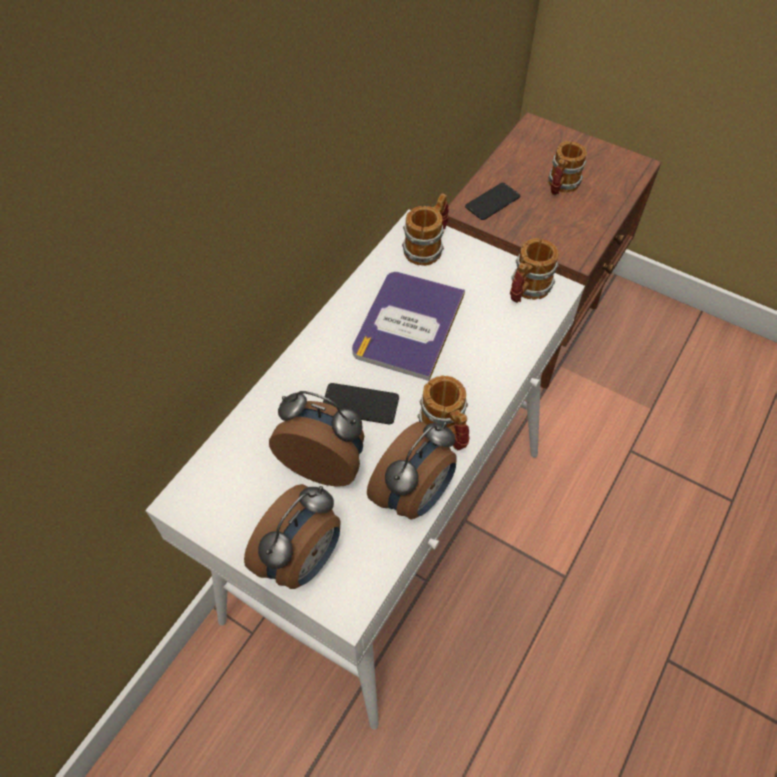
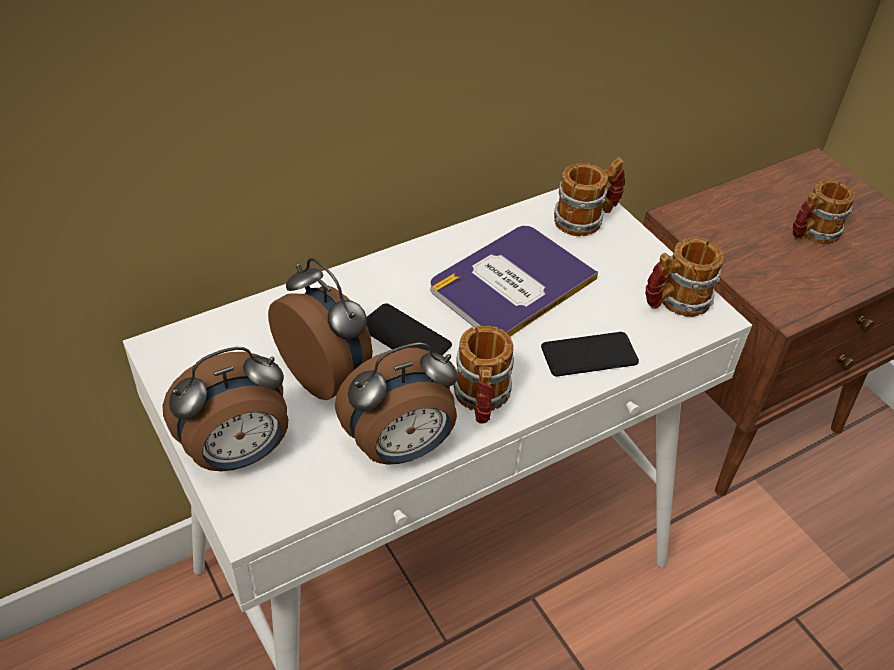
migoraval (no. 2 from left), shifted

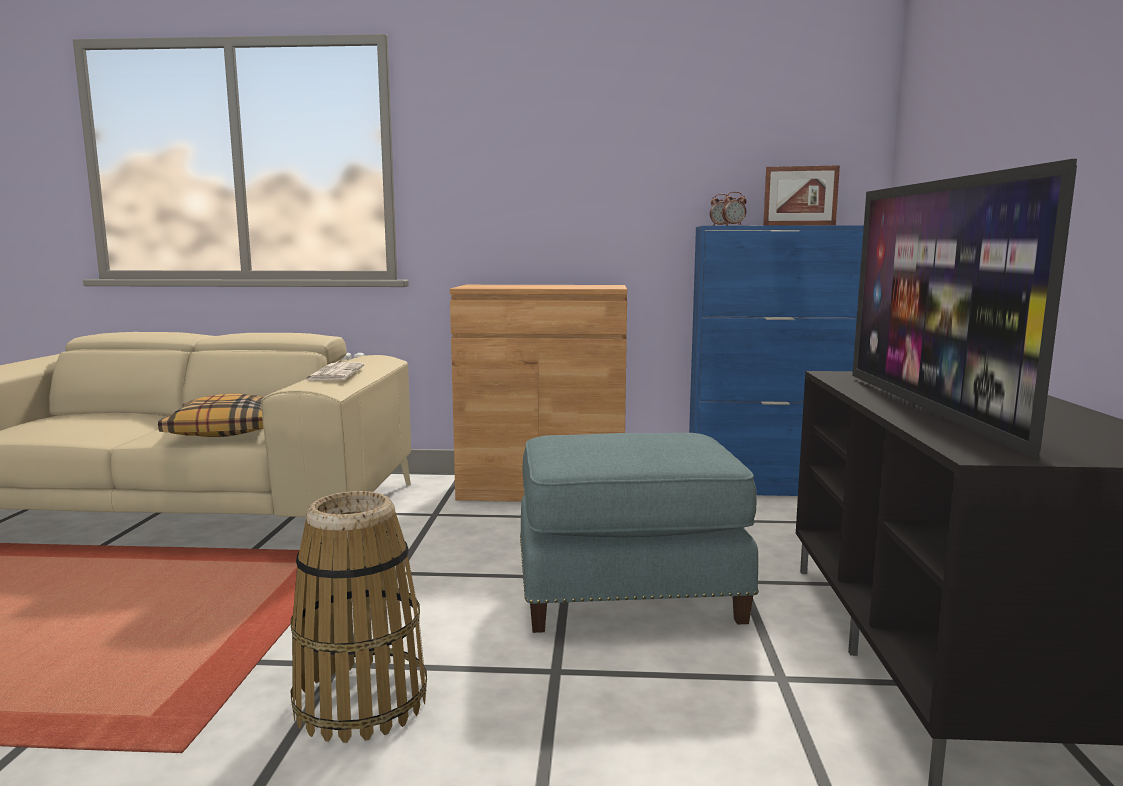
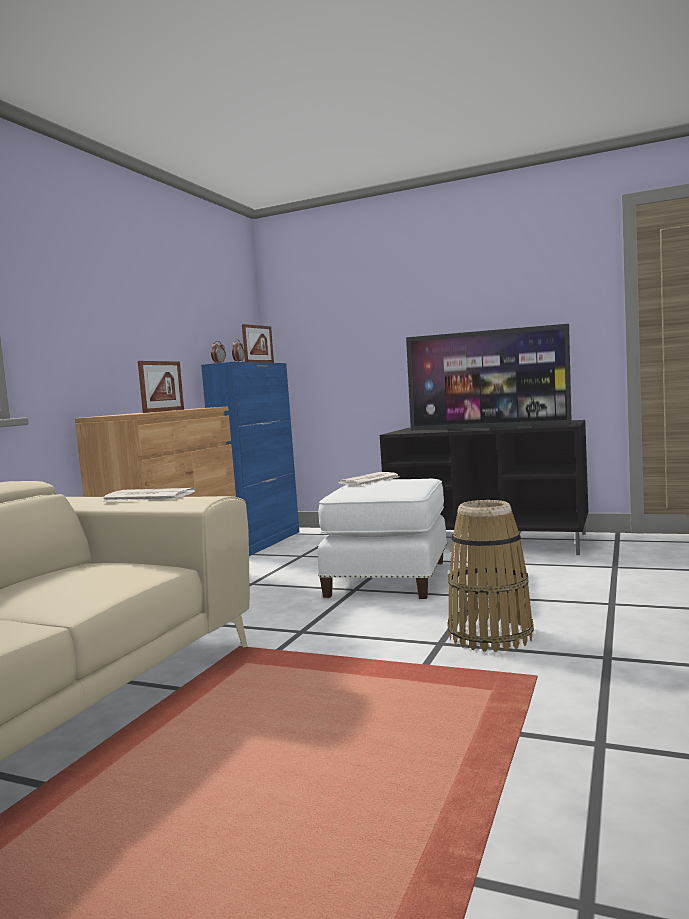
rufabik => nothing
nothing => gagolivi (no. 1 from left)
nothing => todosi (no. 2 from left)
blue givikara => white givikara

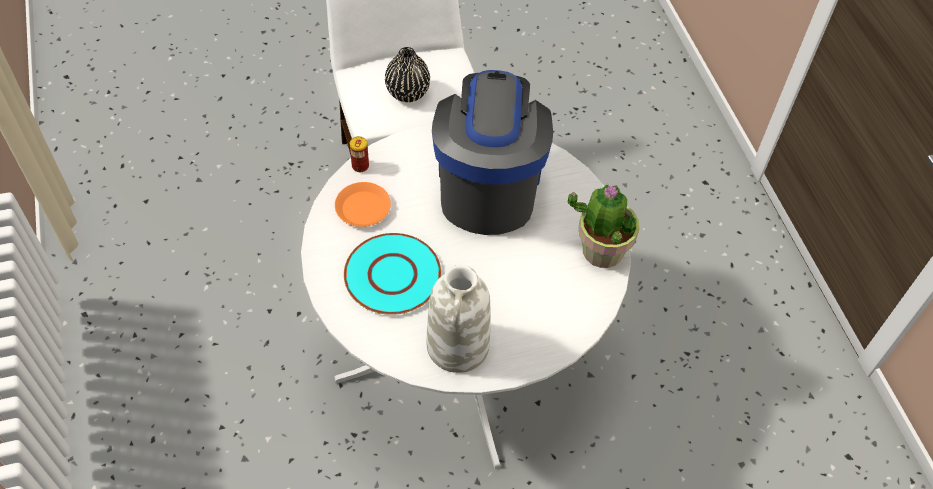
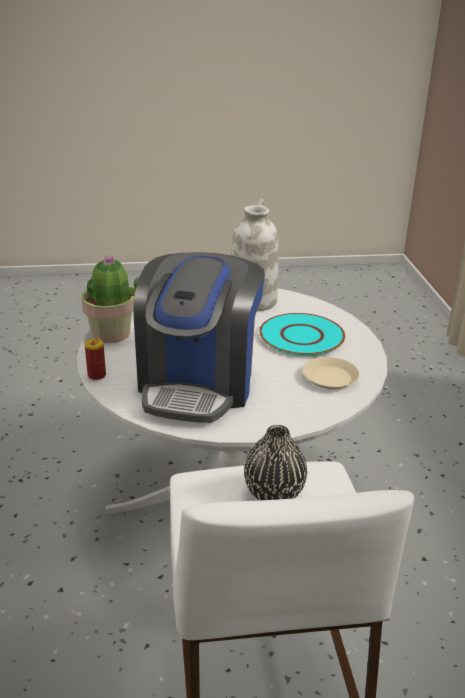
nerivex, shifted
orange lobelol => beige lobelol

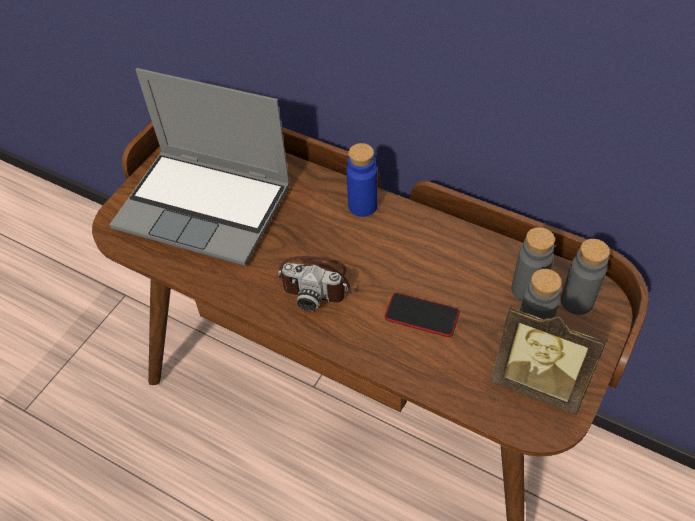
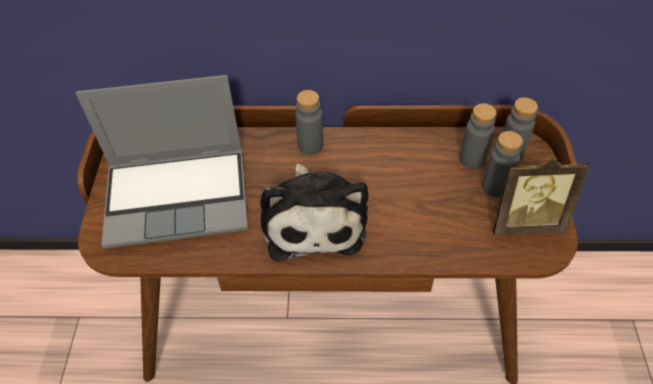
migoraval => nothing
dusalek => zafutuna
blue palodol => grey palodol (no. 1 from left)

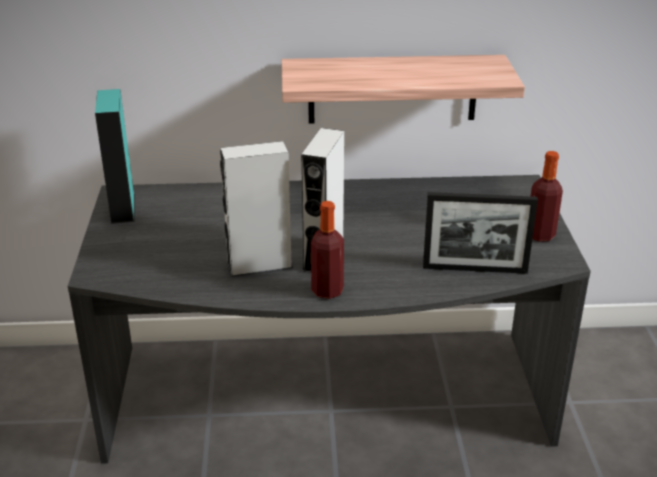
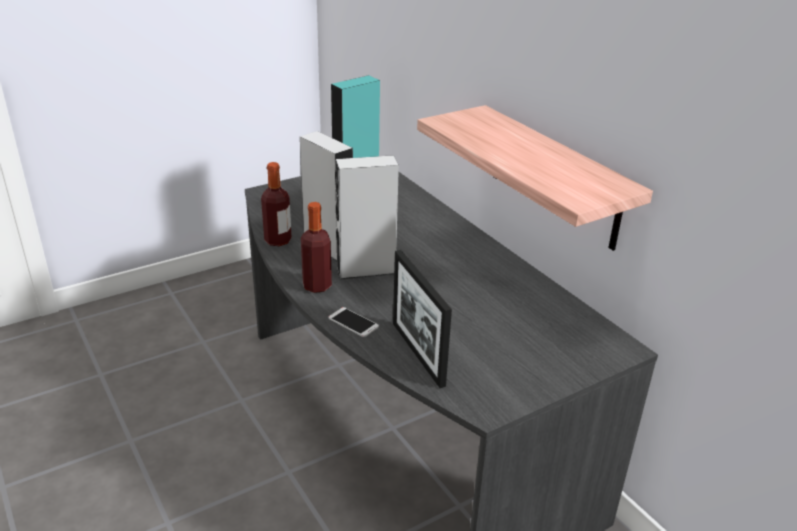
nothing => migoraval
palodol (no. 2 from left in the first image) => palodol (no. 1 from left), shifted

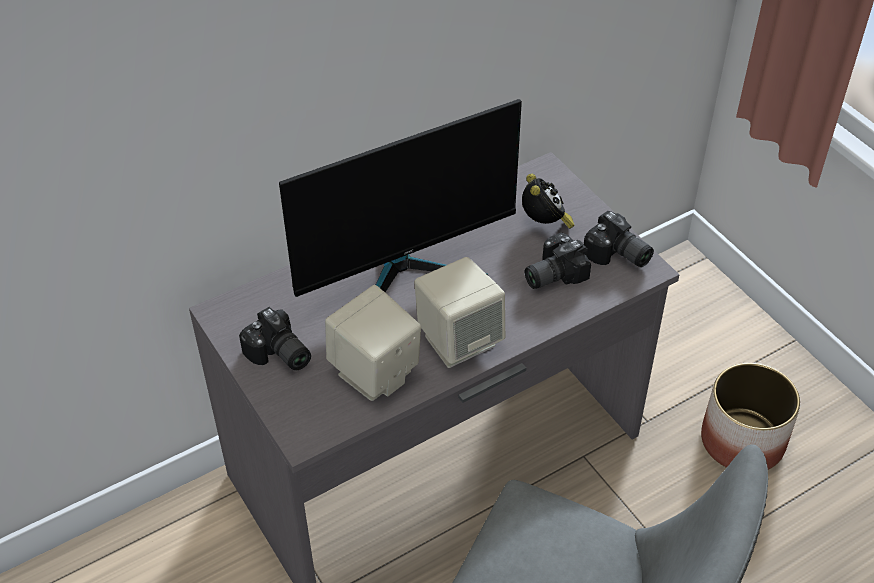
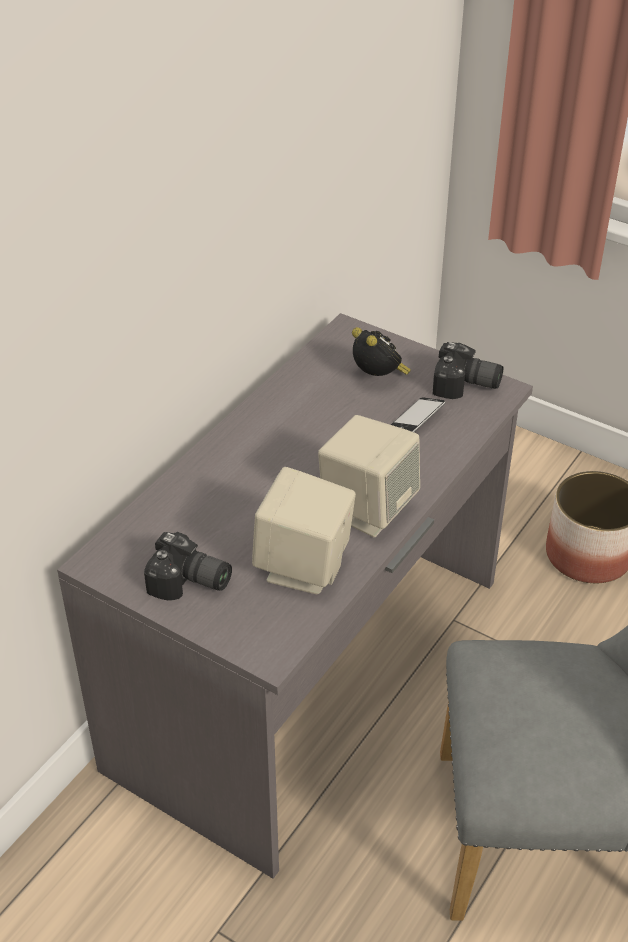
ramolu => nothing
dusalek (no. 2 from left) => migoraval

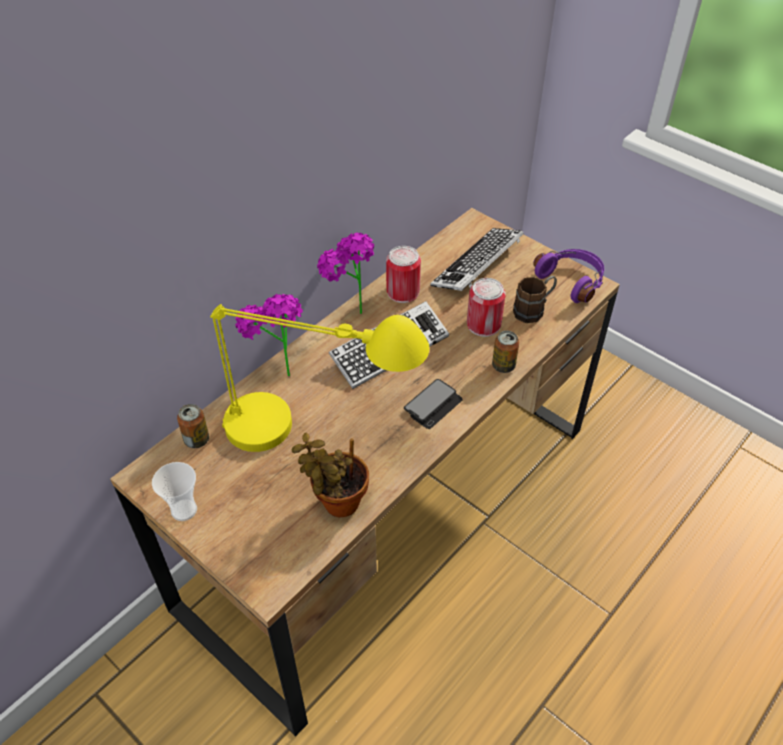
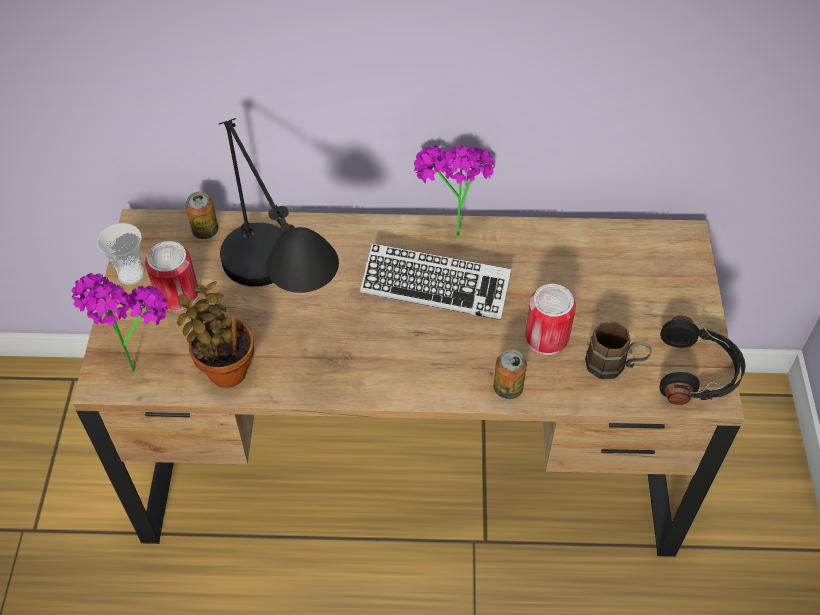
migoraval => nothing
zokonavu (no. 2 from left) => nothing
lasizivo (no. 1 from left), shifted
nerivex (no. 2 from left in the first image) => nerivex (no. 1 from left), shifted
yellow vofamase => black vofamase
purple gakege => black gakege

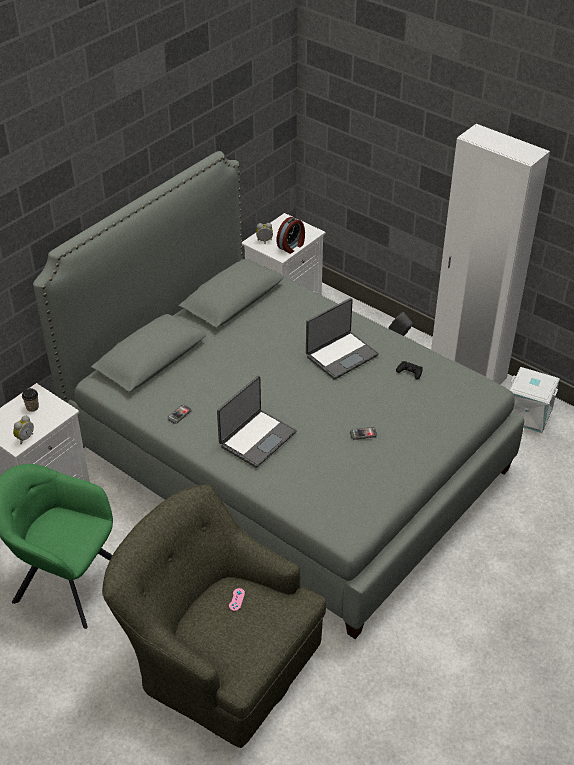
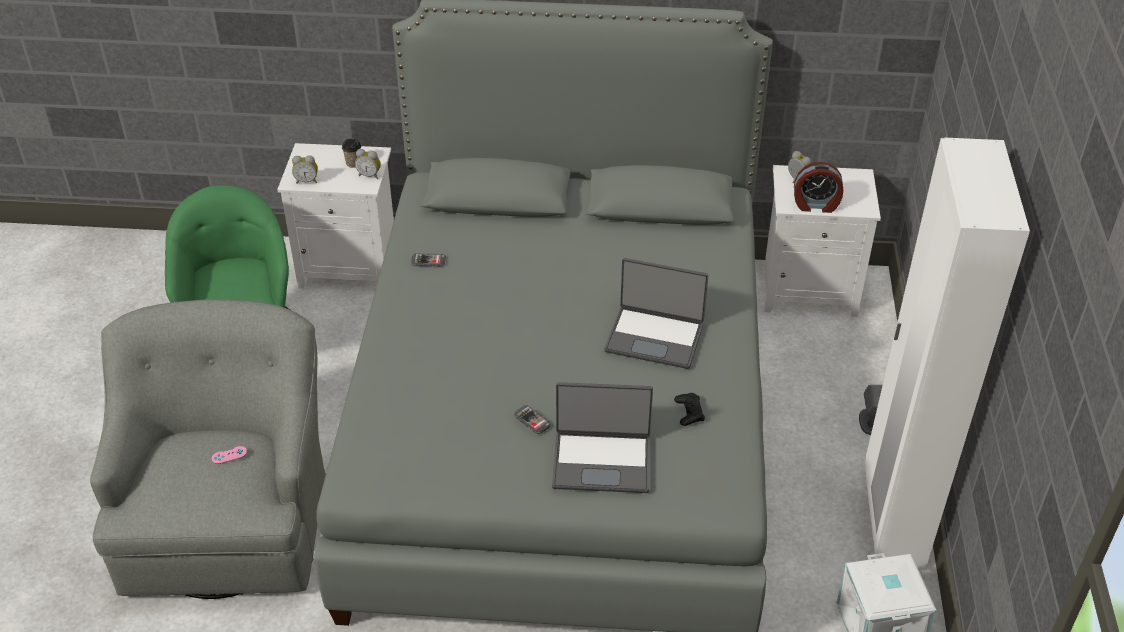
nothing => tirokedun (no. 2 from left)
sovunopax (no. 1 from left), shifted
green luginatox (no. 2 from left) => grey luginatox

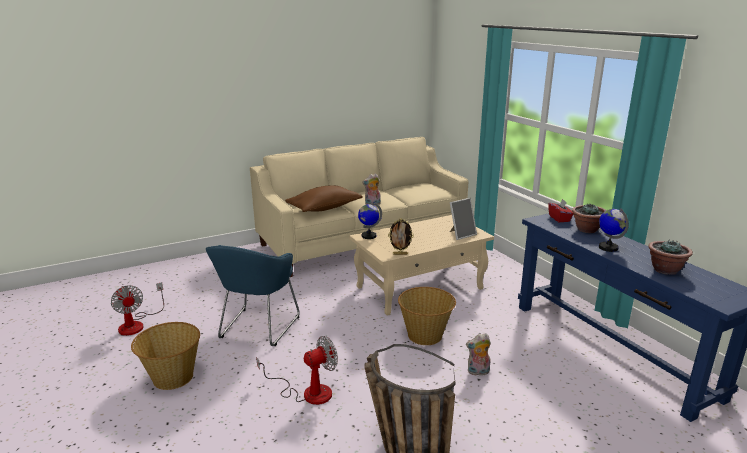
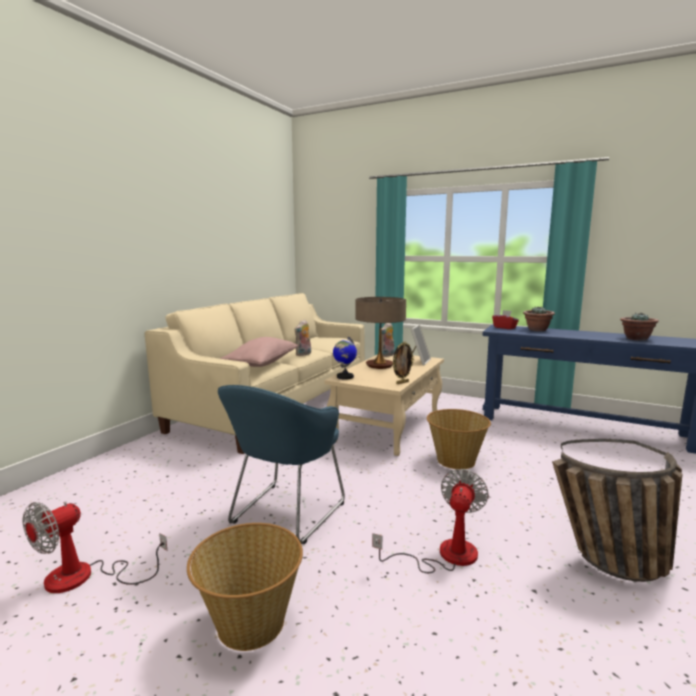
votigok (no. 2 from left) => nothing
nothing => vofamase
zafutuna (no. 2 from left), shifted
brown rufabik => pink rufabik
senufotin (no. 1 from left), 105 degrees clockwise
blue luginatox, 45 degrees clockwise

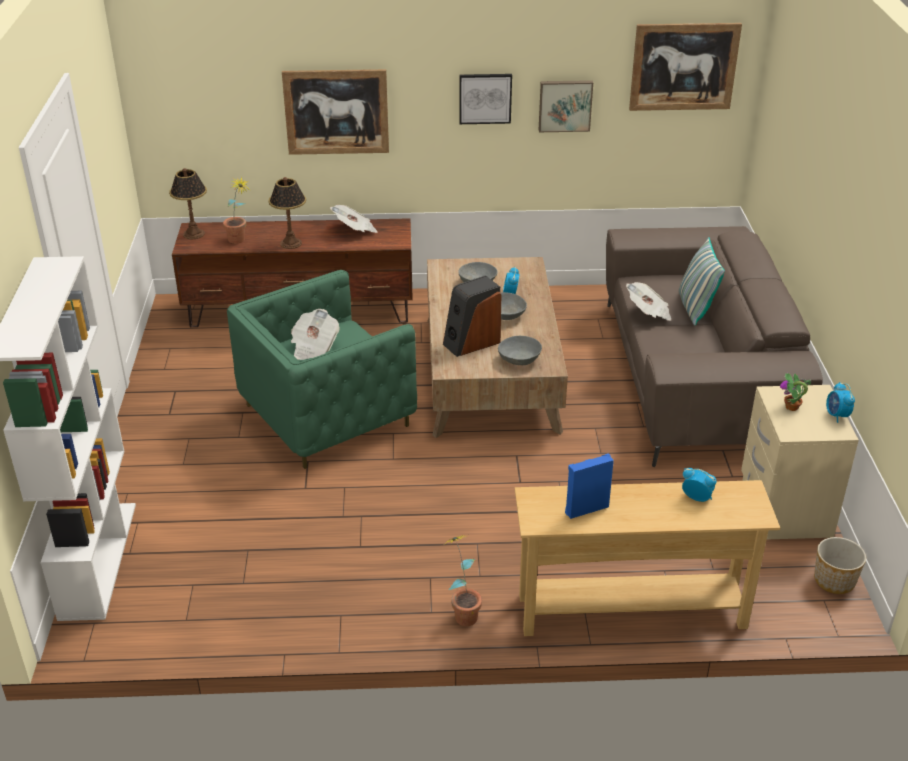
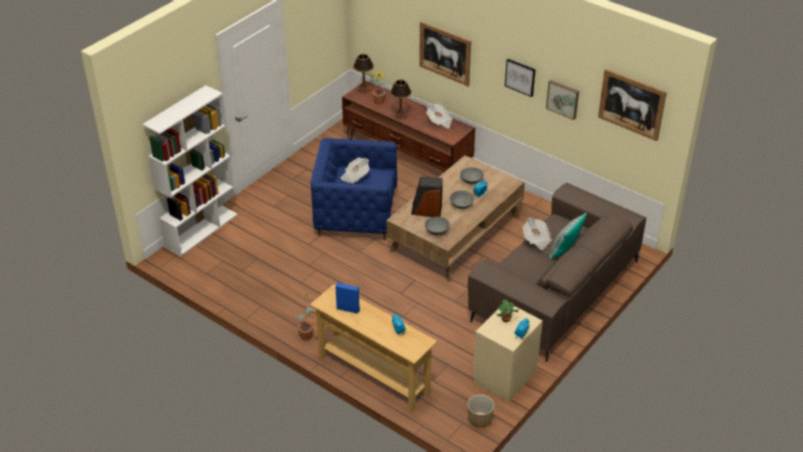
green luginatox => blue luginatox

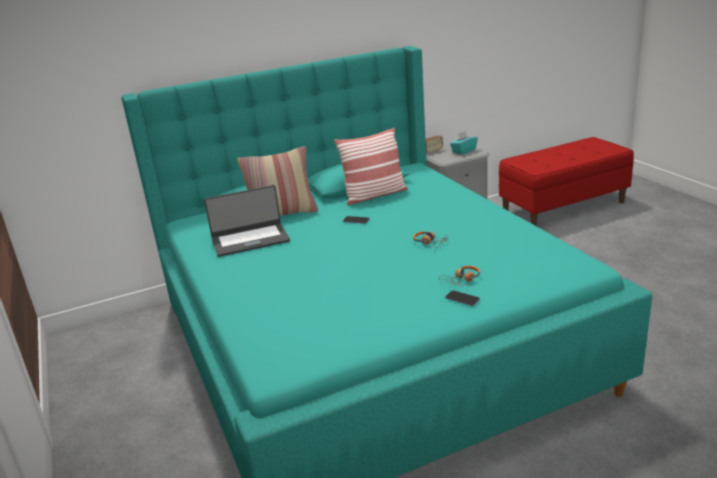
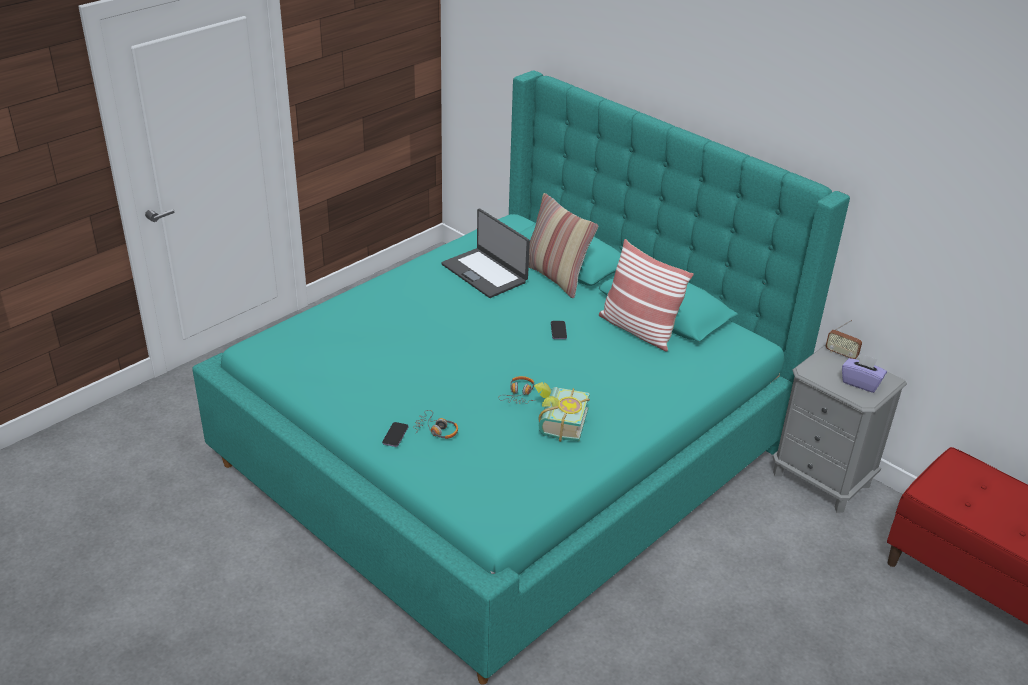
nothing => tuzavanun
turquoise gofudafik => purple gofudafik

